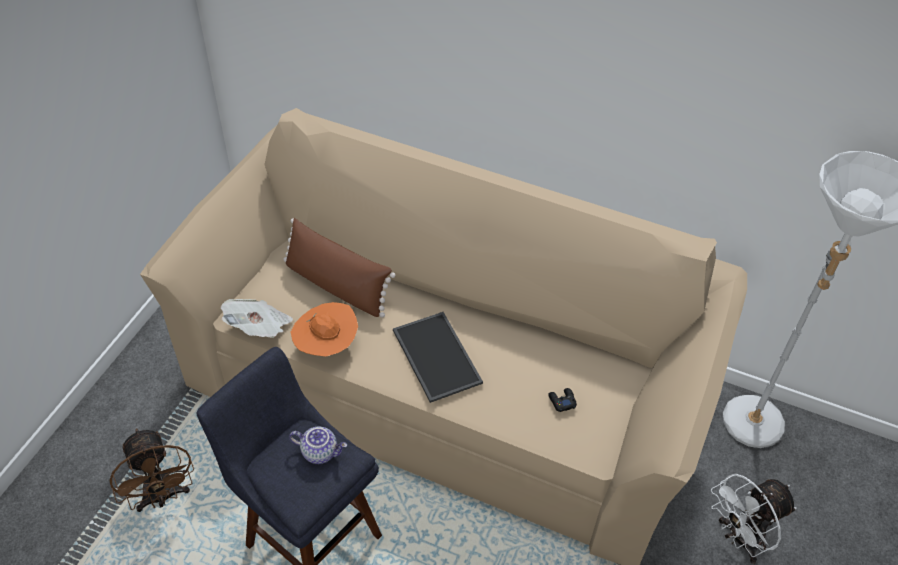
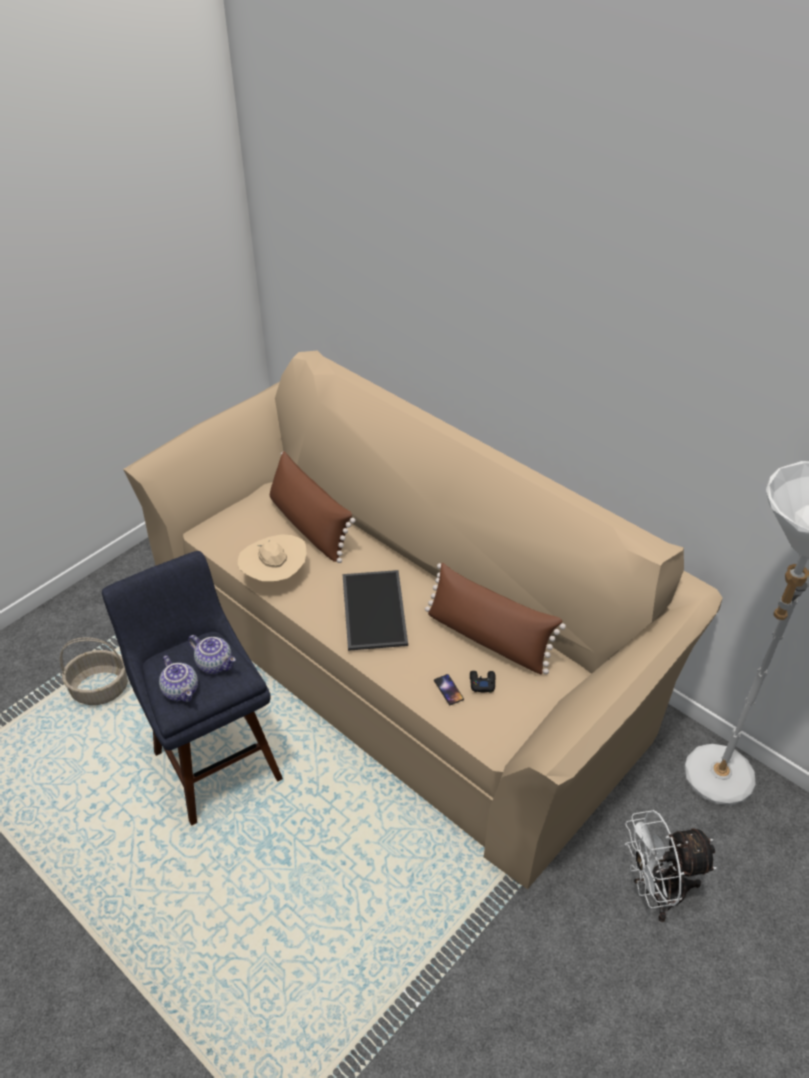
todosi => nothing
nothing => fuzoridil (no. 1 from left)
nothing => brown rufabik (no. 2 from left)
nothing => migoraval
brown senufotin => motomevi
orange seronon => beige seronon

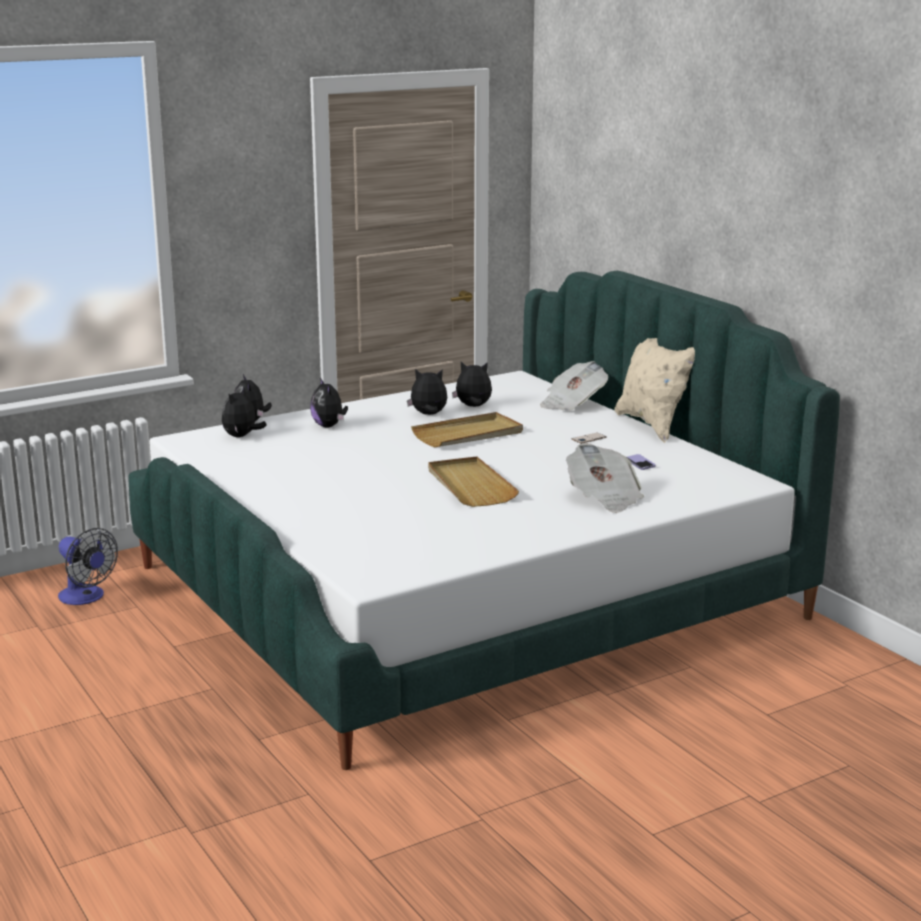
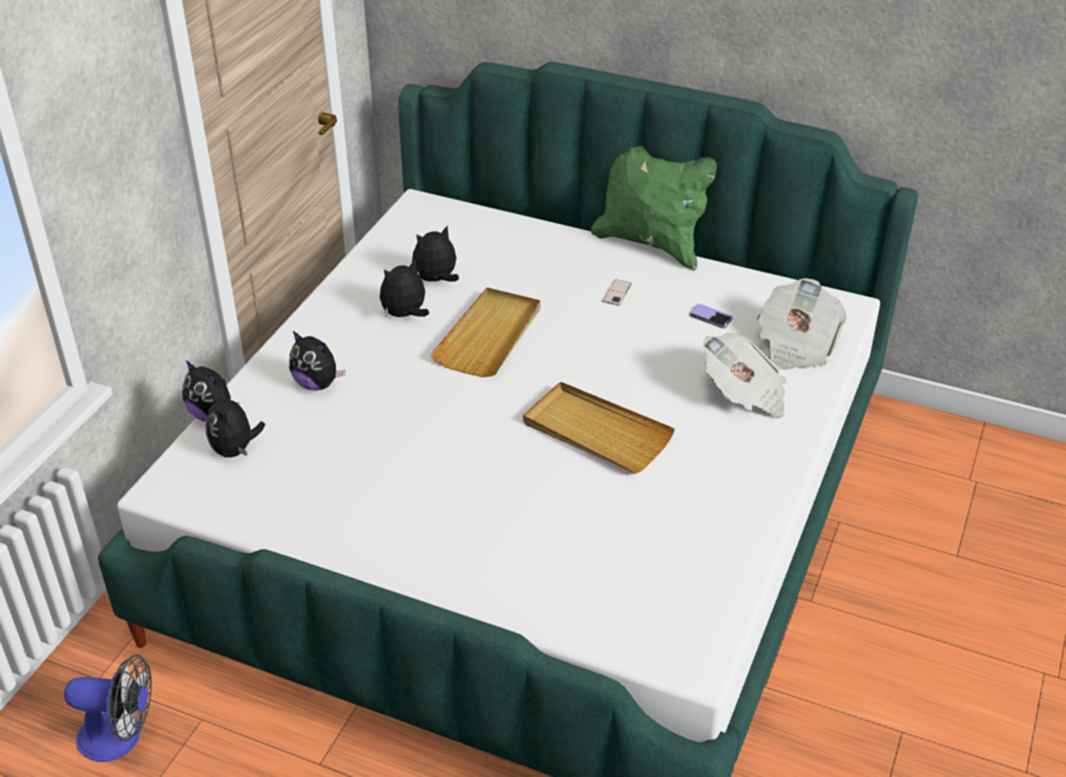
todosi (no. 1 from left in the first image) => todosi (no. 2 from left), shifted
beige rufabik => green rufabik

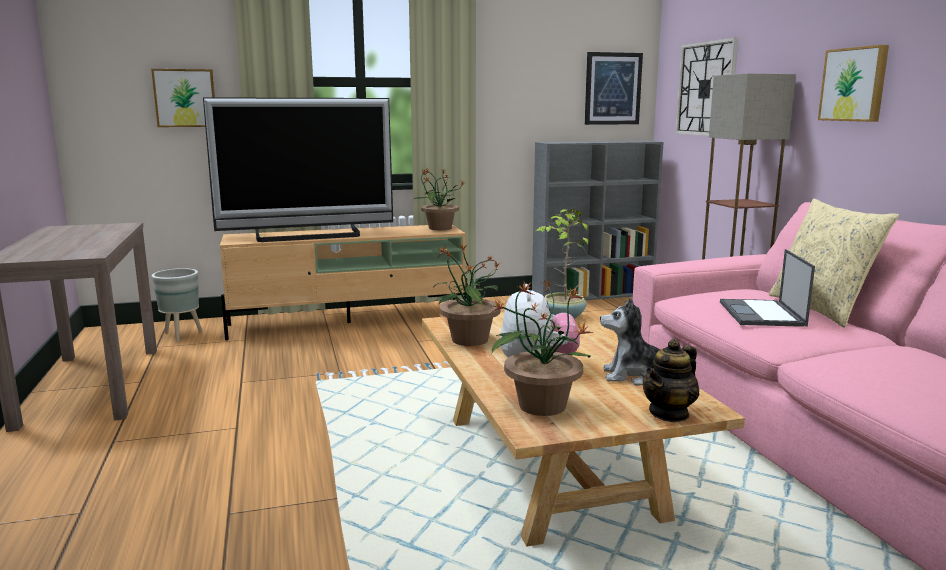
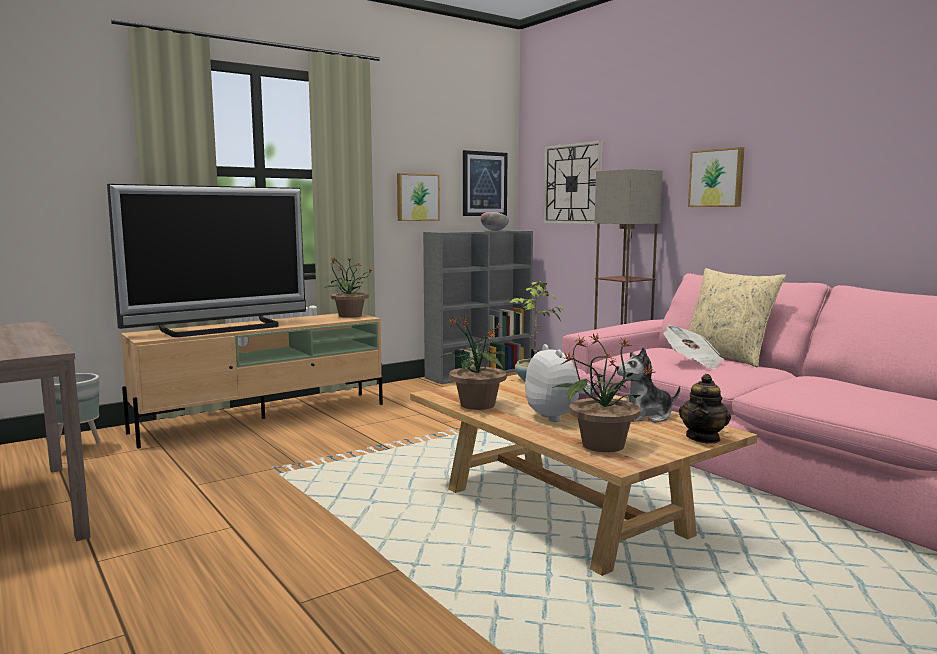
nothing => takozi
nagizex (no. 1 from left), shifted
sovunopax => todosi

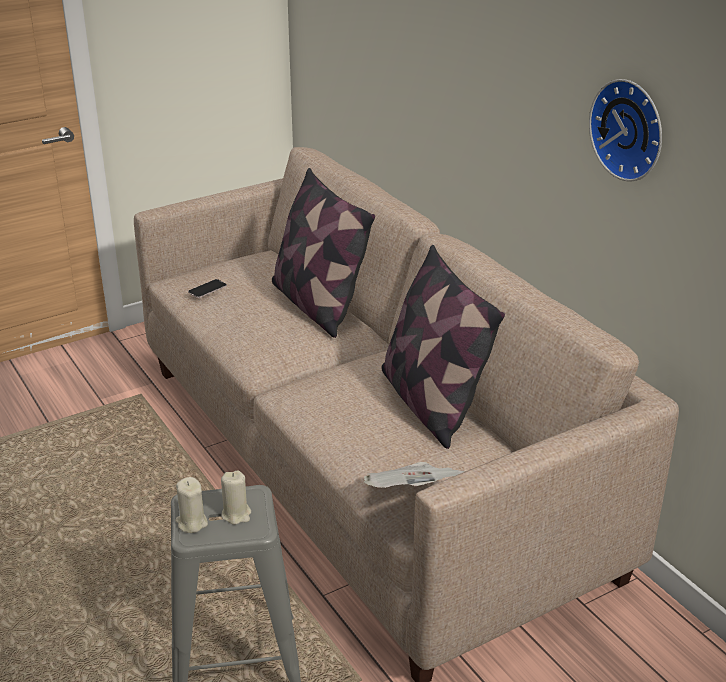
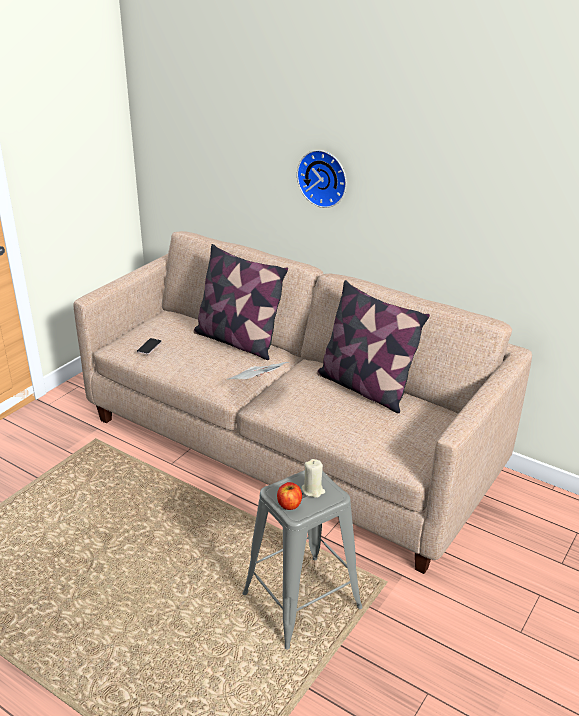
todosi, shifted
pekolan, shifted
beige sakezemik (no. 1 from left) => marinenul

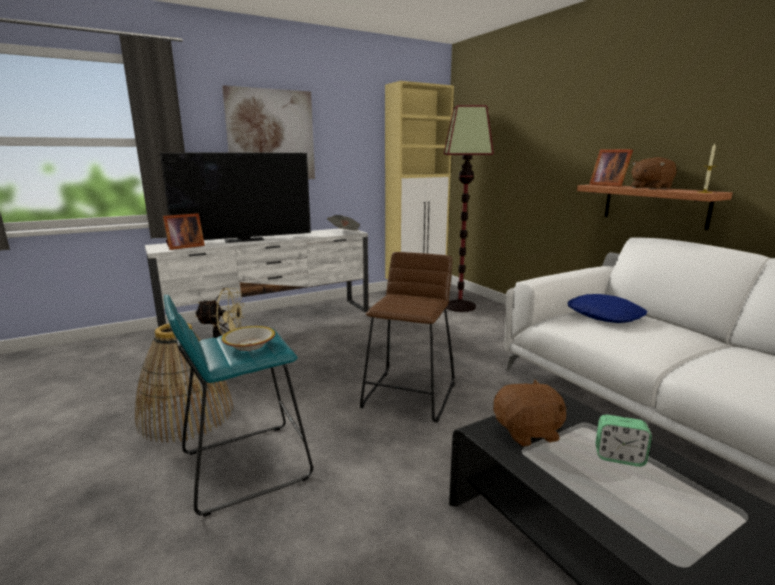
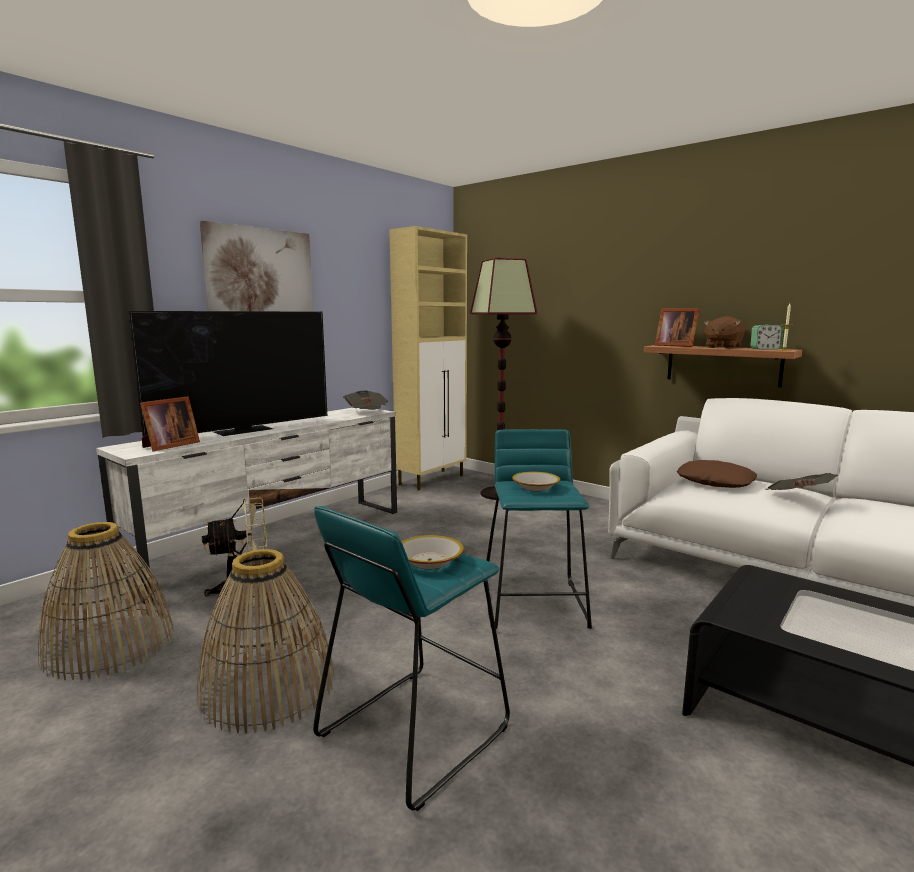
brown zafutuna (no. 1 from left) => nothing
nothing => motomevi (no. 1 from left)
nothing => takozi (no. 2 from left)
nothing => todosi (no. 2 from left)
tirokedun, shifted
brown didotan => turquoise didotan (no. 2 from left)
blue rufabik => brown rufabik

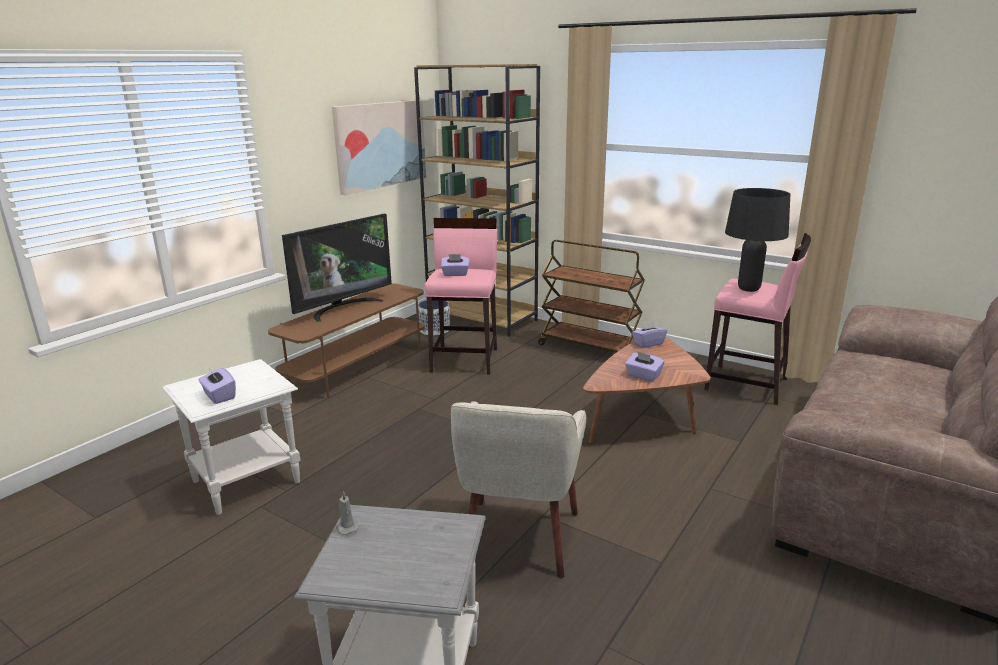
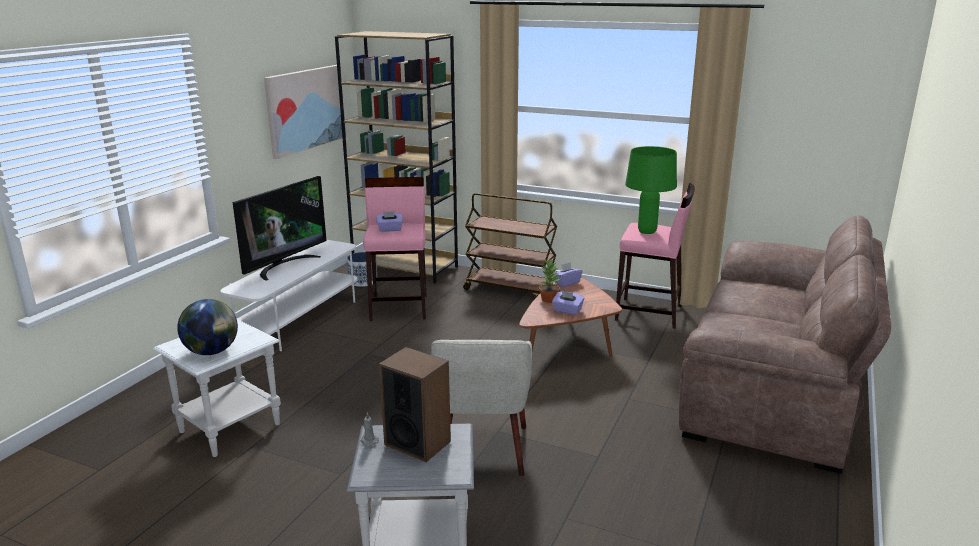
nothing => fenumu
nothing => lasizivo
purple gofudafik (no. 1 from left) => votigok
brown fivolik => white fivolik
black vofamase => green vofamase

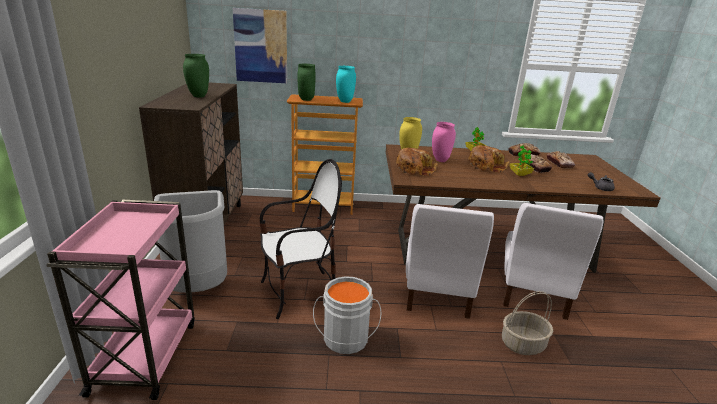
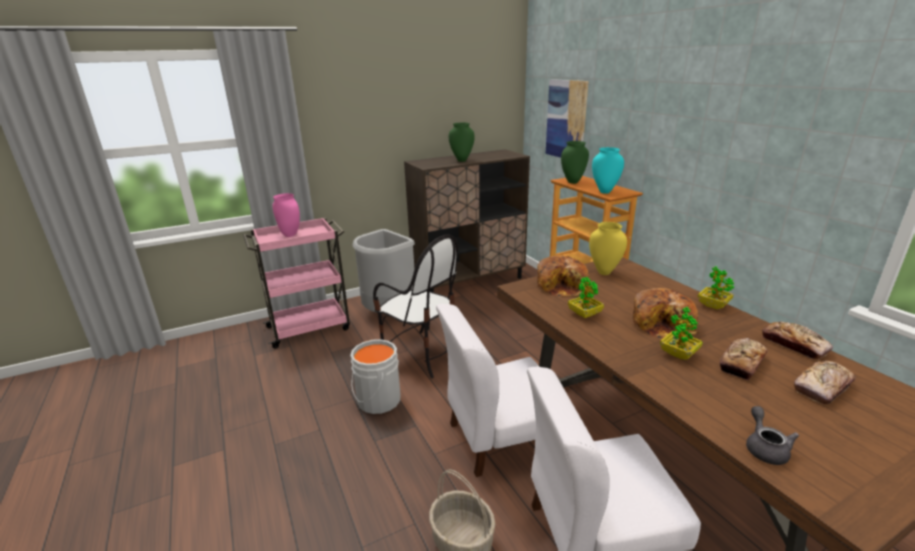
nothing => lasizivo (no. 1 from left)
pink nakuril, shifted

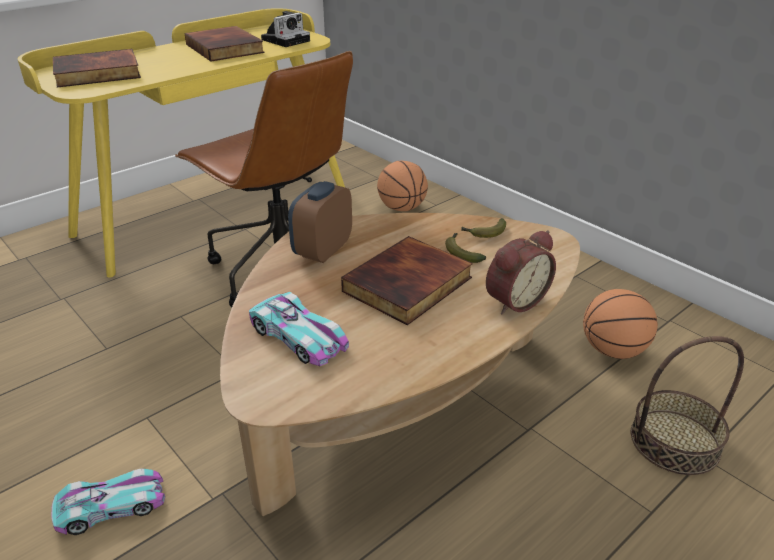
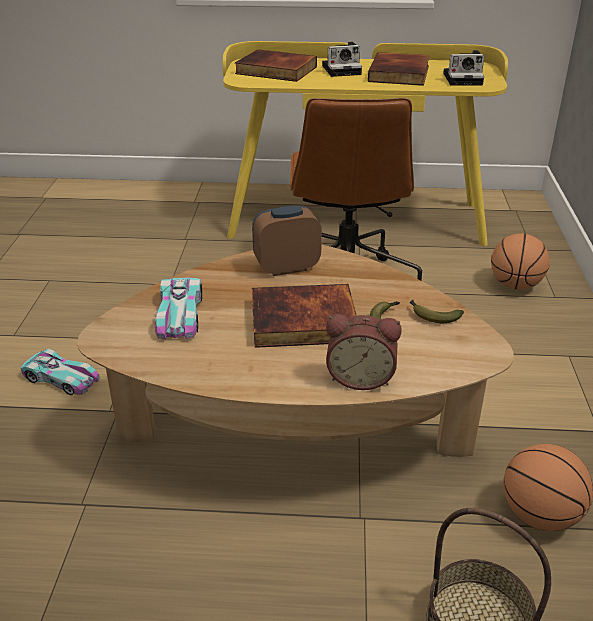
nothing => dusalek (no. 1 from left)

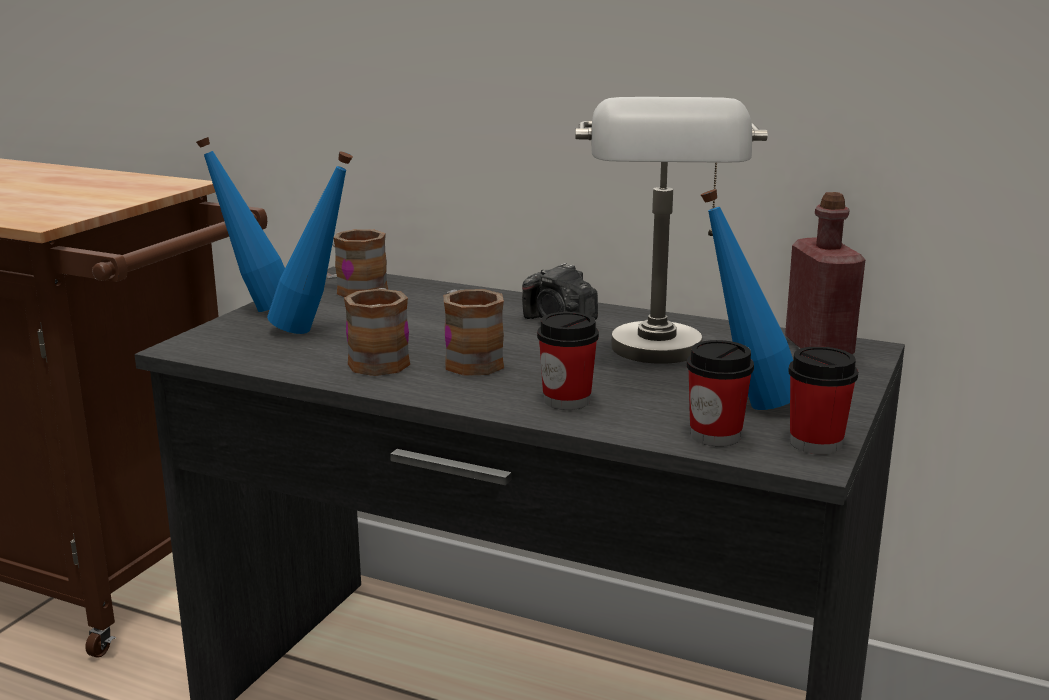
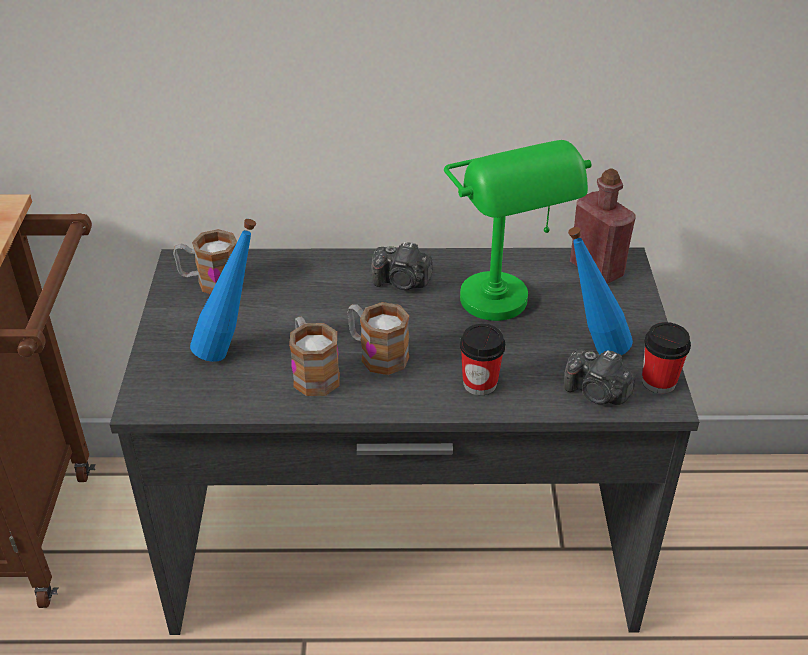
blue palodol (no. 1 from left) => nothing
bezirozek (no. 2 from left) => dusalek (no. 2 from left)
grey vofamase => green vofamase

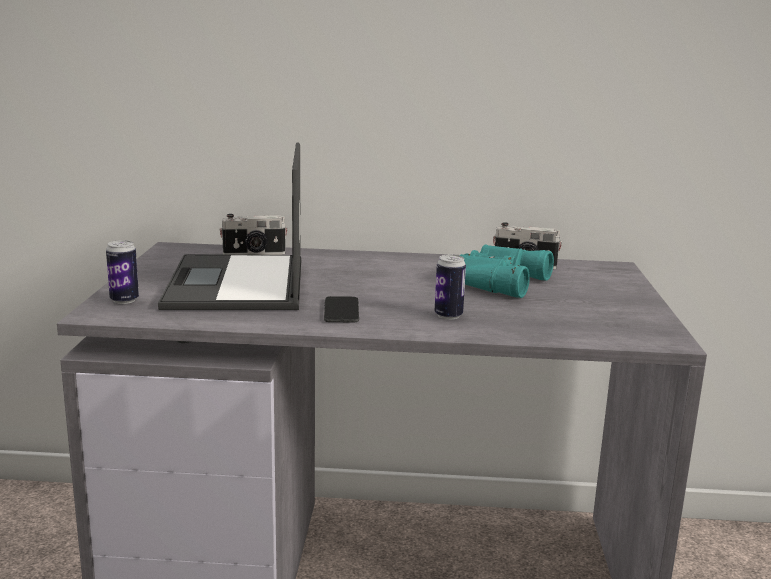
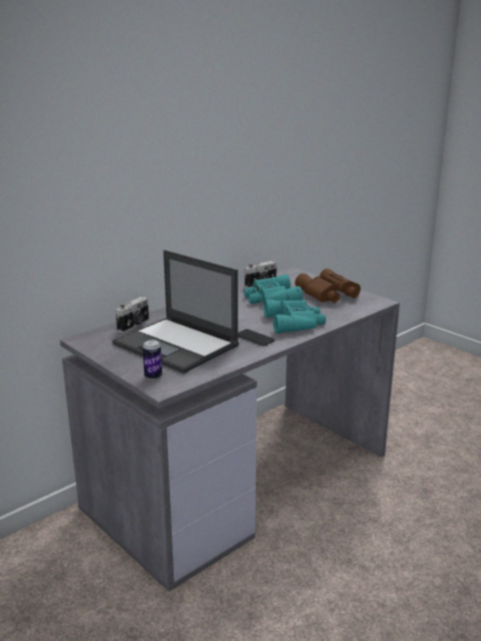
nothing => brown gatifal
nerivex (no. 2 from left) => turquoise gatifal (no. 2 from left)

